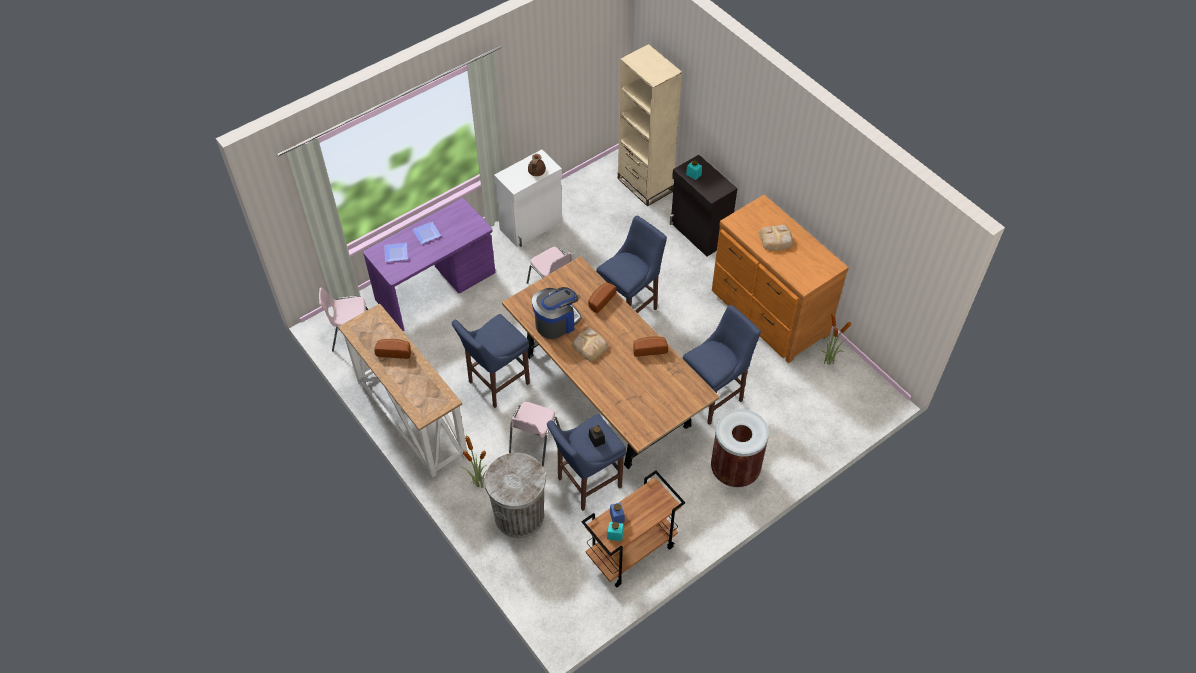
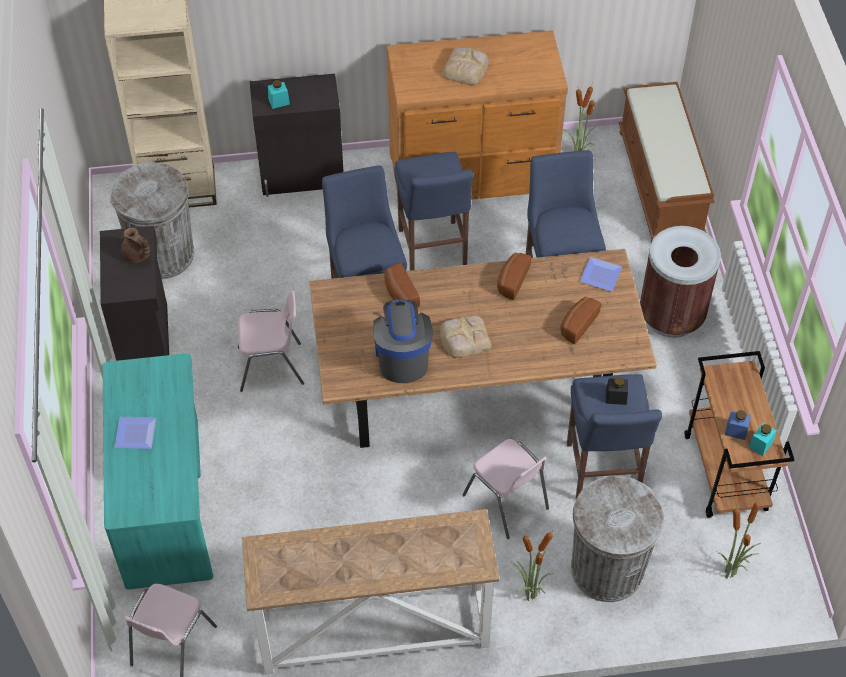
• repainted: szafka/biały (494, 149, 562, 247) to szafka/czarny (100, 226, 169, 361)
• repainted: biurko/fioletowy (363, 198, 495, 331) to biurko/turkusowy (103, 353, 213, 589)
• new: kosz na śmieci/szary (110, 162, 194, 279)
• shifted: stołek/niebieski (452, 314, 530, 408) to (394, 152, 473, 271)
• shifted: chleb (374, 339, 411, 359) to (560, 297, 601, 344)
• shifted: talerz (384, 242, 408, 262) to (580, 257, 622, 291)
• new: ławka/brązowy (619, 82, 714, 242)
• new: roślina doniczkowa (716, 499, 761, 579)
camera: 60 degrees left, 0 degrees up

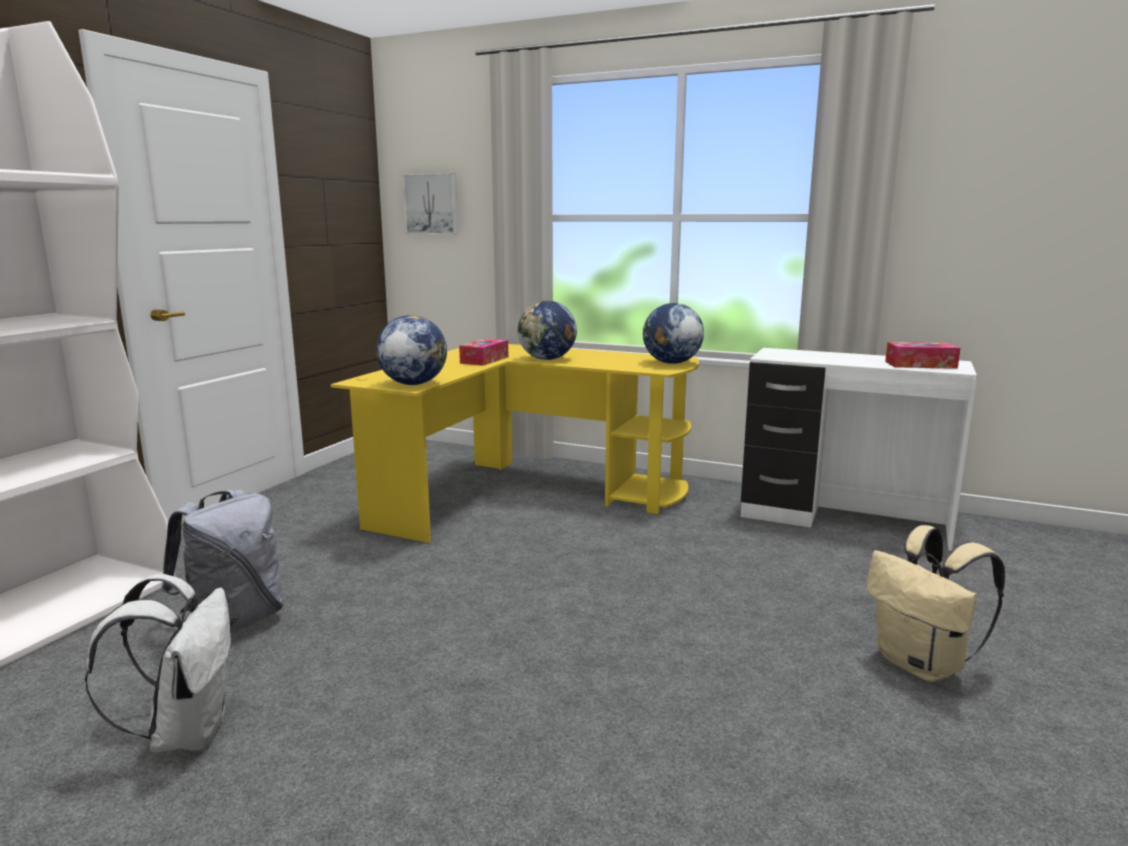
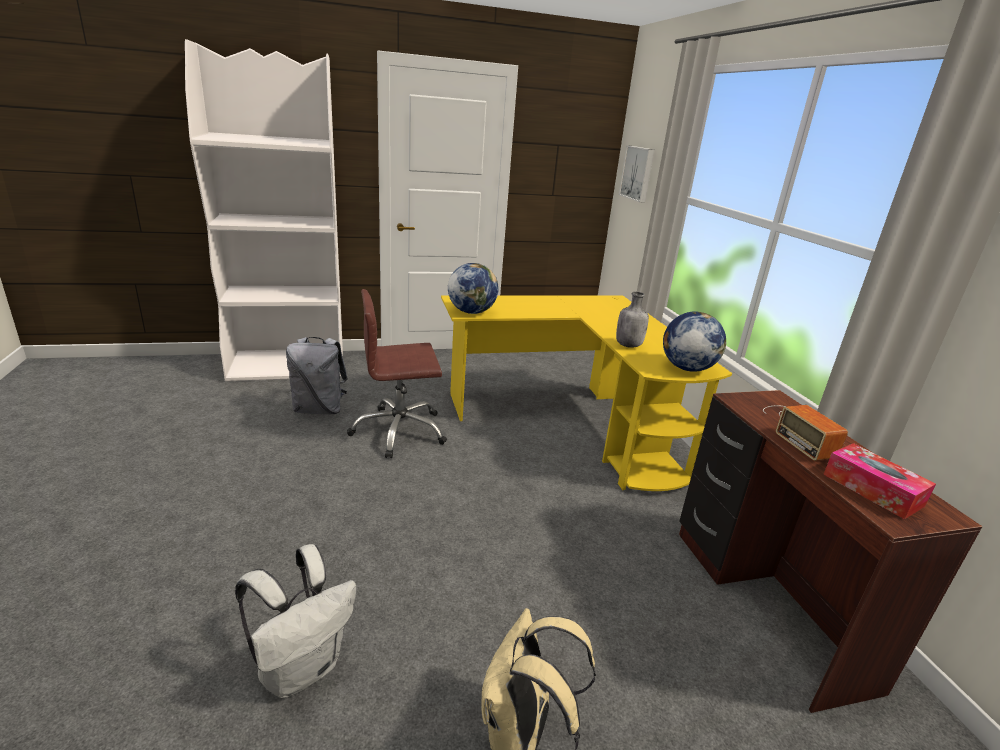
• shifted: plecak/biały (85, 574, 231, 752) to (235, 544, 356, 698)
• new: krzesło biurowe/brązowy (347, 289, 447, 458)
• new: butelka/szary (616, 292, 649, 348)
• repainted: biurko/biały (741, 348, 977, 551) to biurko/brązowy (679, 390, 983, 713)
• new: radio (763, 405, 848, 461)
• gone: pudełko chusteczek (459, 339, 508, 366)
• gone: globus (518, 301, 577, 360)
camera: 50 degrees right, 10 degrees up

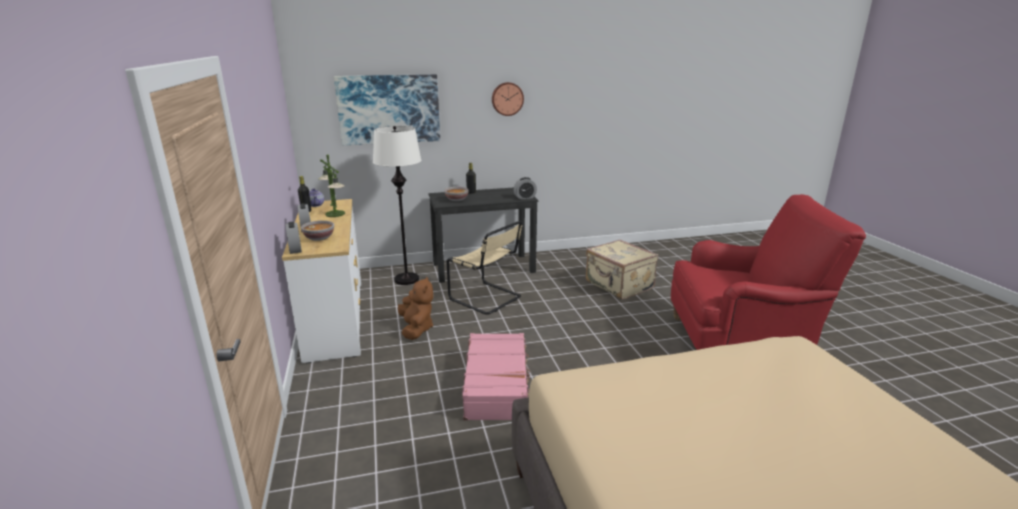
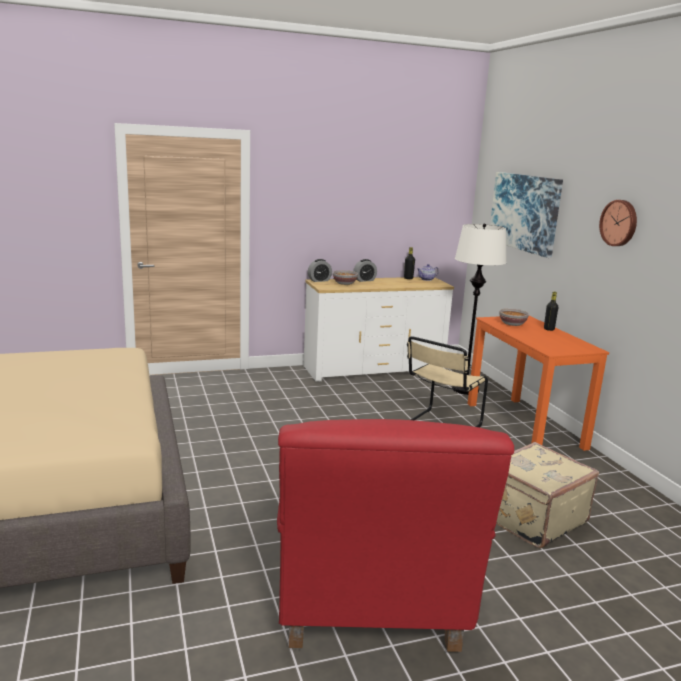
• repainted: biurko/czarny (428, 188, 538, 283) to biurko/pomarańczowy (467, 316, 609, 451)
• gone: lampa stołowa (318, 154, 345, 217)
• gone: pluszak/brązowy (398, 276, 433, 340)
• gone: walizka/różowy (462, 333, 530, 420)
• gone: budzik (514, 177, 537, 199)
camera: 85 degrees right, 5 degrees down

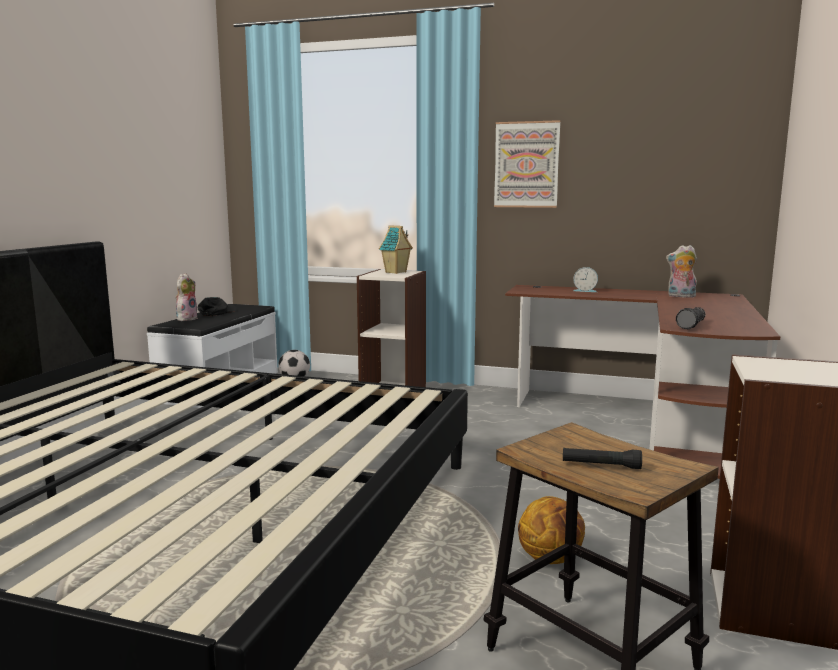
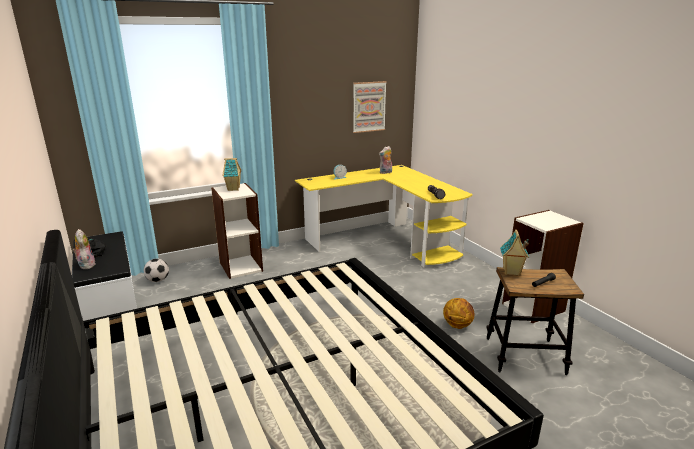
• repainted: biurko/brązowy (505, 285, 780, 479) to biurko/żółty (295, 165, 472, 268)
• shifted: obraz (494, 120, 560, 208) to (353, 81, 387, 133)
• new: domek (500, 229, 529, 276)
camera: 45 degrees left, 10 degrees up

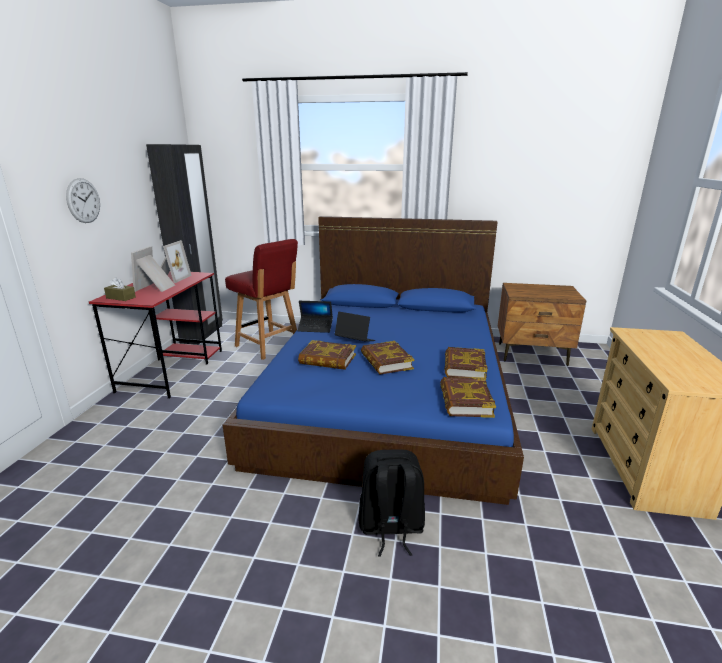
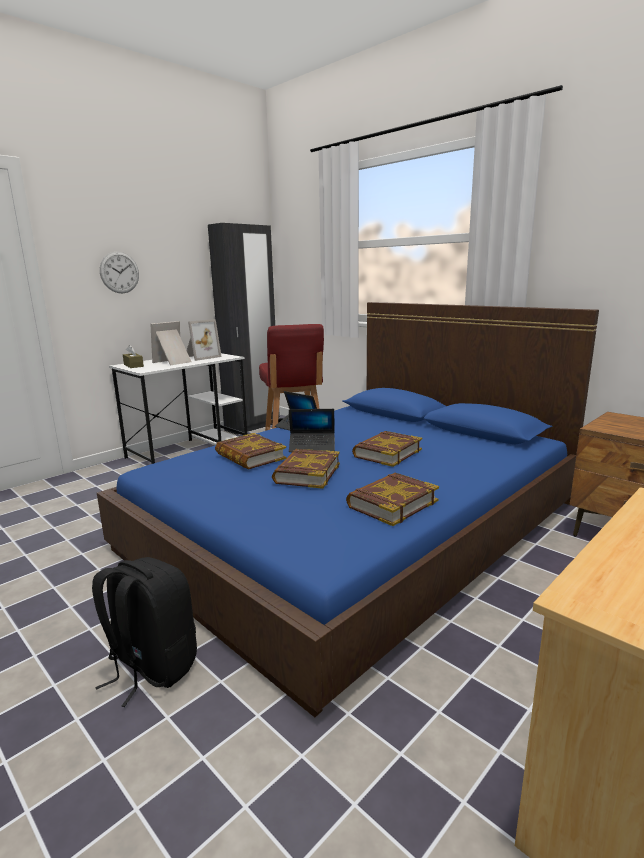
• repainted: biurko/czerwony (89, 272, 222, 399) to biurko/biały (109, 353, 247, 464)
• rotated: laptop (335, 312, 375, 342) = (289, 409, 335, 452) 120 degrees clockwise
• shifted: książka (440, 377, 496, 418) to (352, 431, 422, 467)
camera: 35 degrees right, 5 degrees down

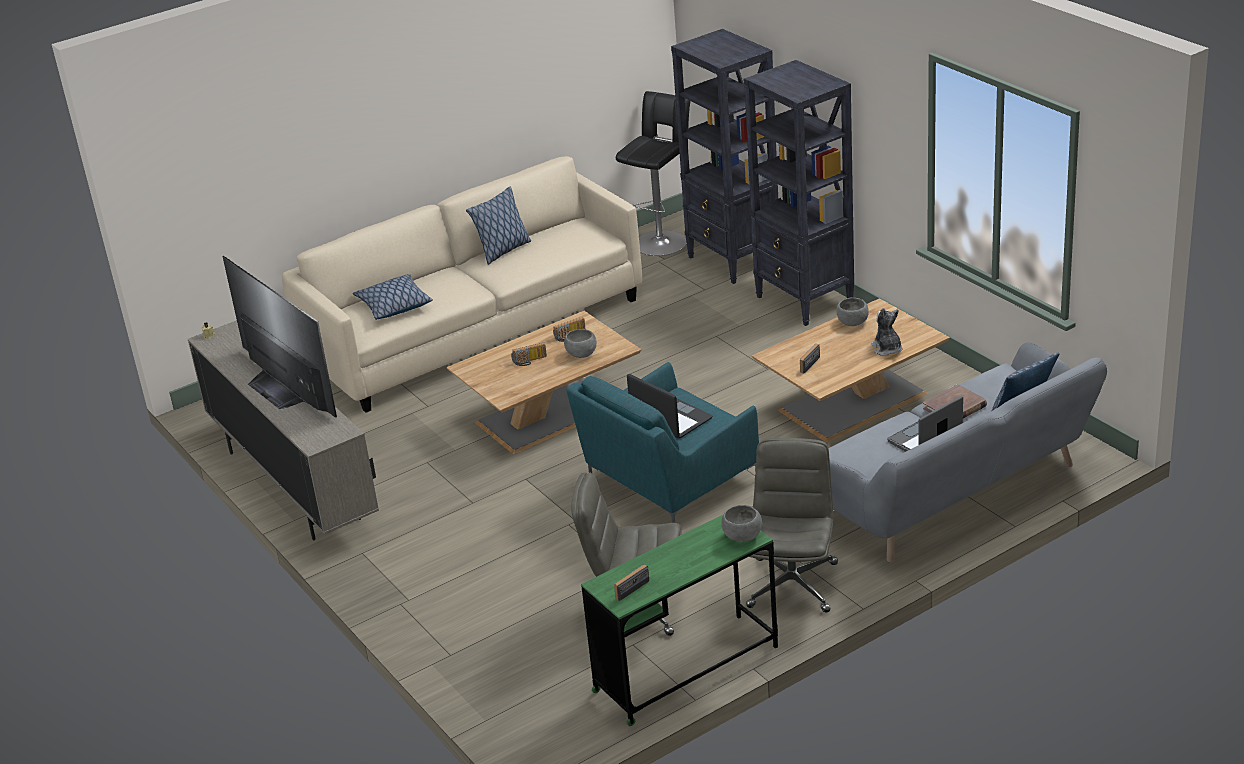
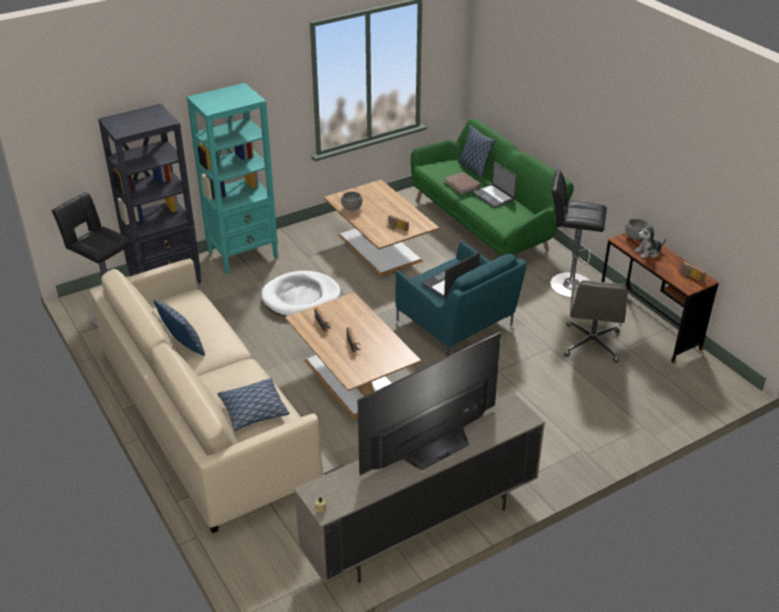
• repainted: regał/czarny (744, 60, 854, 326) to regał/turkusowy (187, 83, 278, 274)
• new: legowisko/biały (261, 271, 341, 316)
• repainted: kanapa/szary (828, 342, 1107, 563) to kanapa/zielony (411, 118, 574, 256)
• swapped: krzesło biurowe/szary (746, 438, 838, 613) to stołek/czarny (550, 170, 607, 297)
• repainted: biurko/zielony (581, 515, 778, 726) to biurko/brązowy (602, 233, 719, 363)
• shifted: pluszak (871, 308, 903, 356) to (635, 223, 666, 258)
• gone: miska/szary (564, 329, 597, 358)
camera: 90 degrees left, 5 degrees up

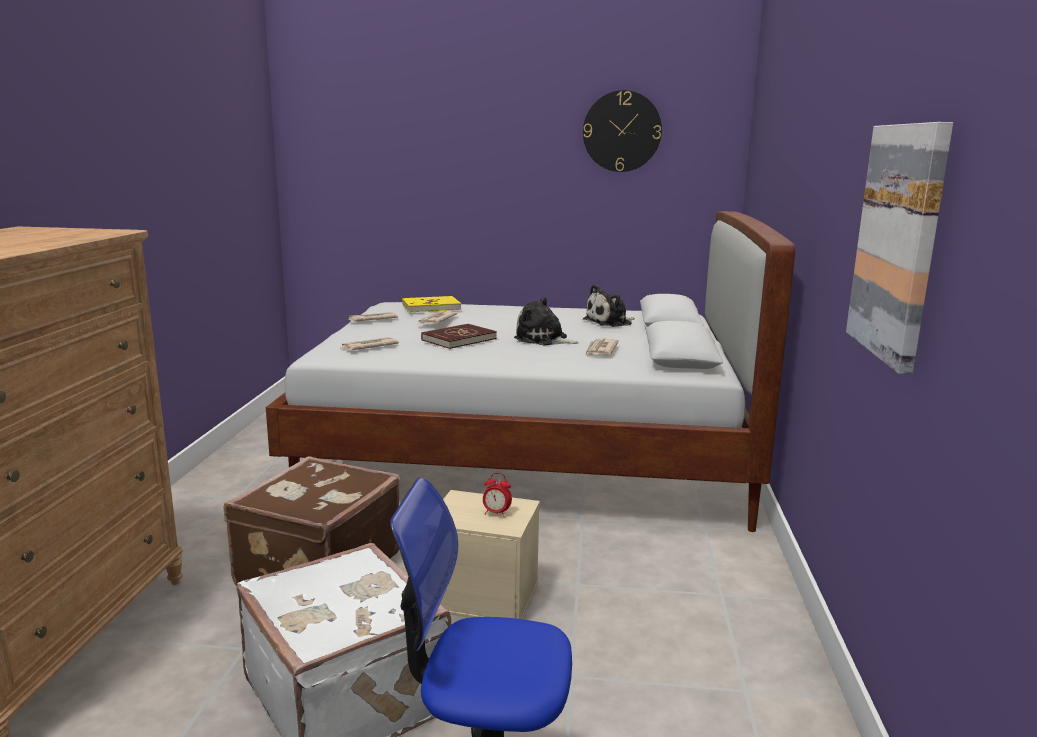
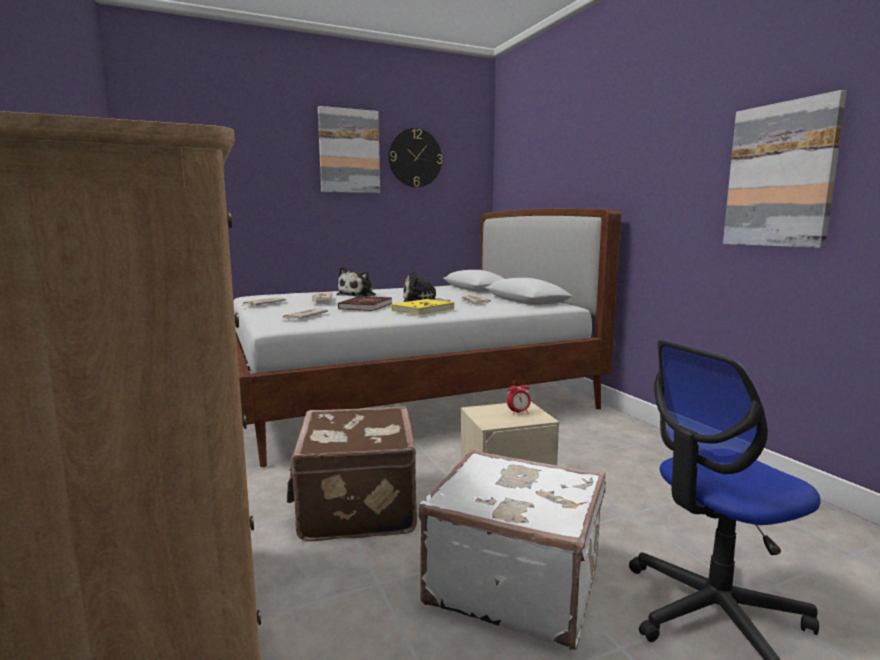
• new: obraz (318, 106, 380, 193)
• shifted: pluszak (583, 285, 635, 327) to (336, 267, 376, 297)
• shifted: książka/żółty (402, 296, 461, 312) to (391, 299, 455, 315)
camera: 30 degrees left, 5 degrees down

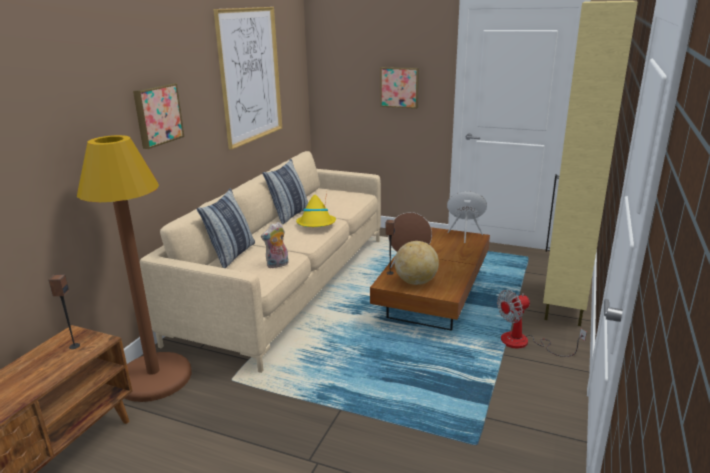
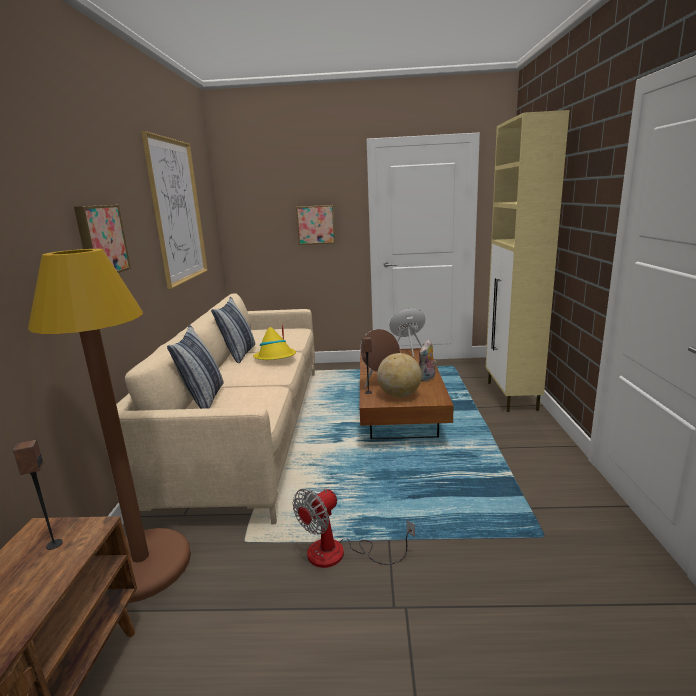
• shifted: wentylator (497, 290, 587, 357) to (293, 488, 415, 568)
• shifted: pluszak (261, 222, 288, 269) to (419, 339, 437, 382)
camera: 20 degrees left, 5 degrees down

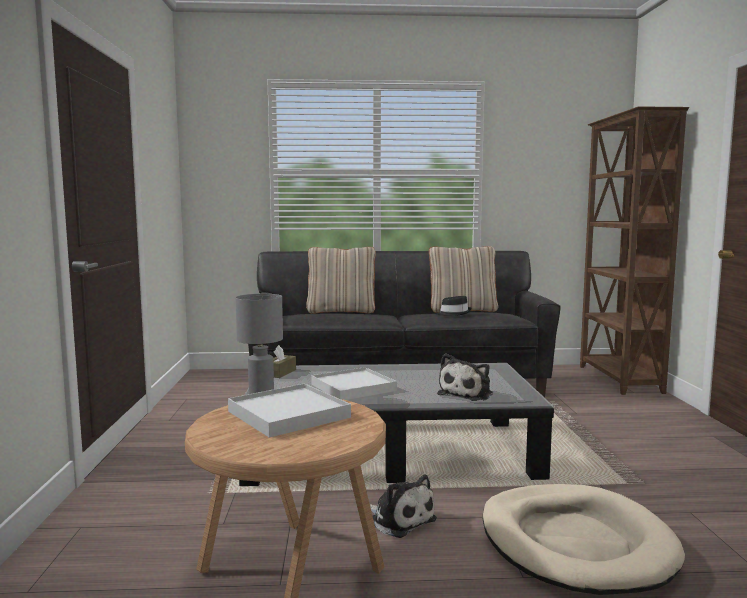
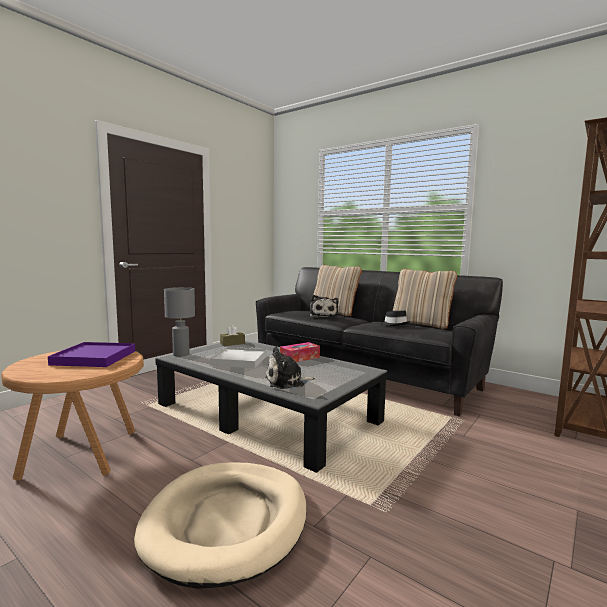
• repainted: taca/biały (228, 383, 351, 438) to taca/fioletowy (48, 342, 135, 367)
• new: pudełko chusteczek (280, 342, 320, 362)
• shifted: pluszak (370, 475, 437, 538) to (310, 295, 338, 317)
camera: 40 degrees right, 0 degrees up

